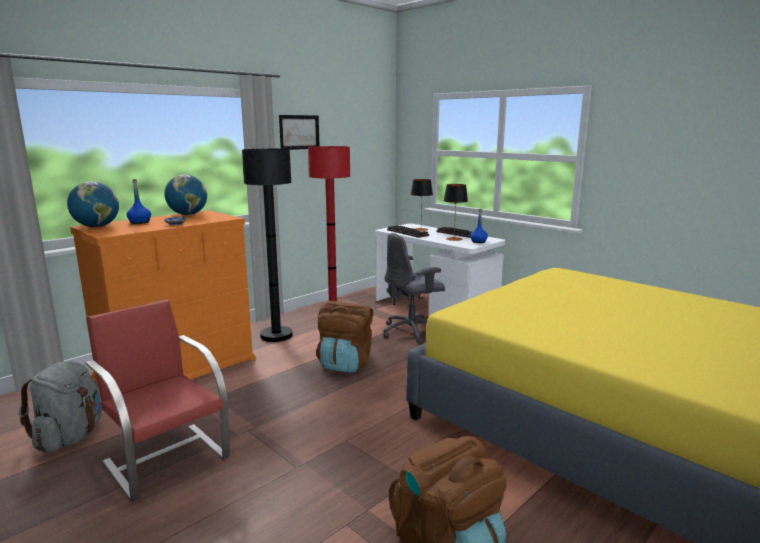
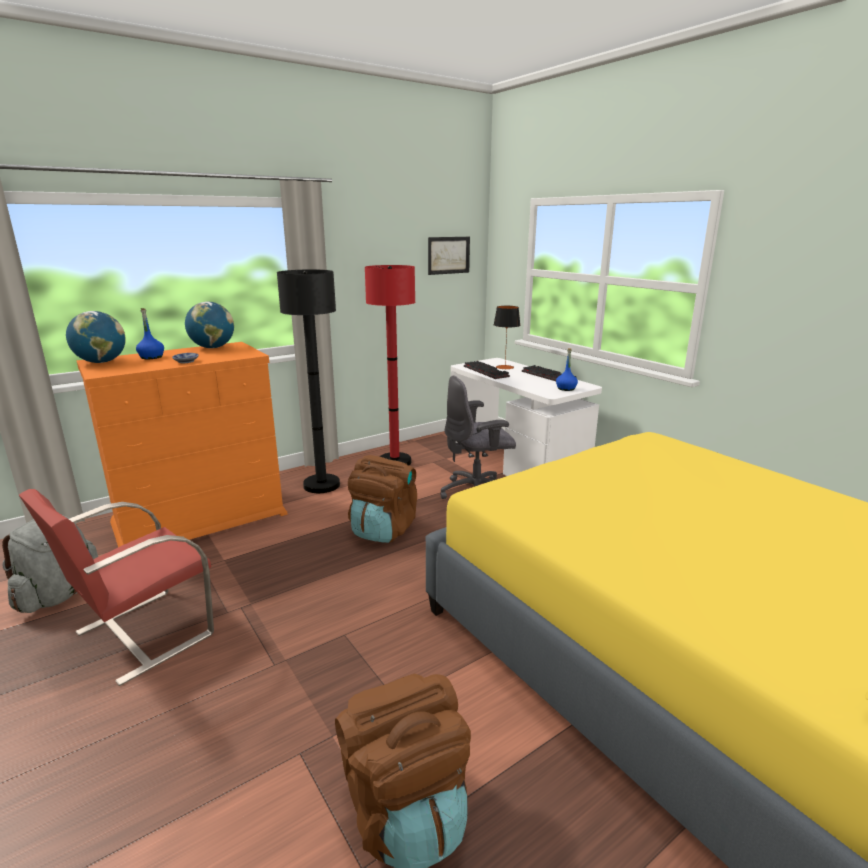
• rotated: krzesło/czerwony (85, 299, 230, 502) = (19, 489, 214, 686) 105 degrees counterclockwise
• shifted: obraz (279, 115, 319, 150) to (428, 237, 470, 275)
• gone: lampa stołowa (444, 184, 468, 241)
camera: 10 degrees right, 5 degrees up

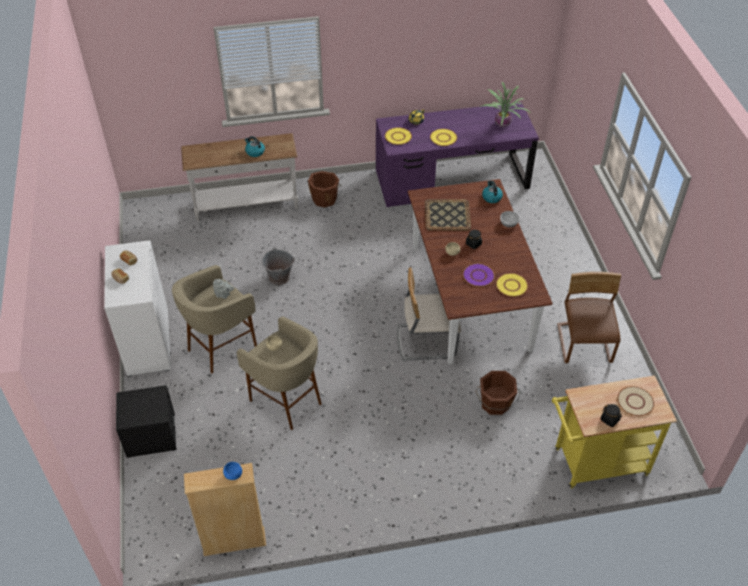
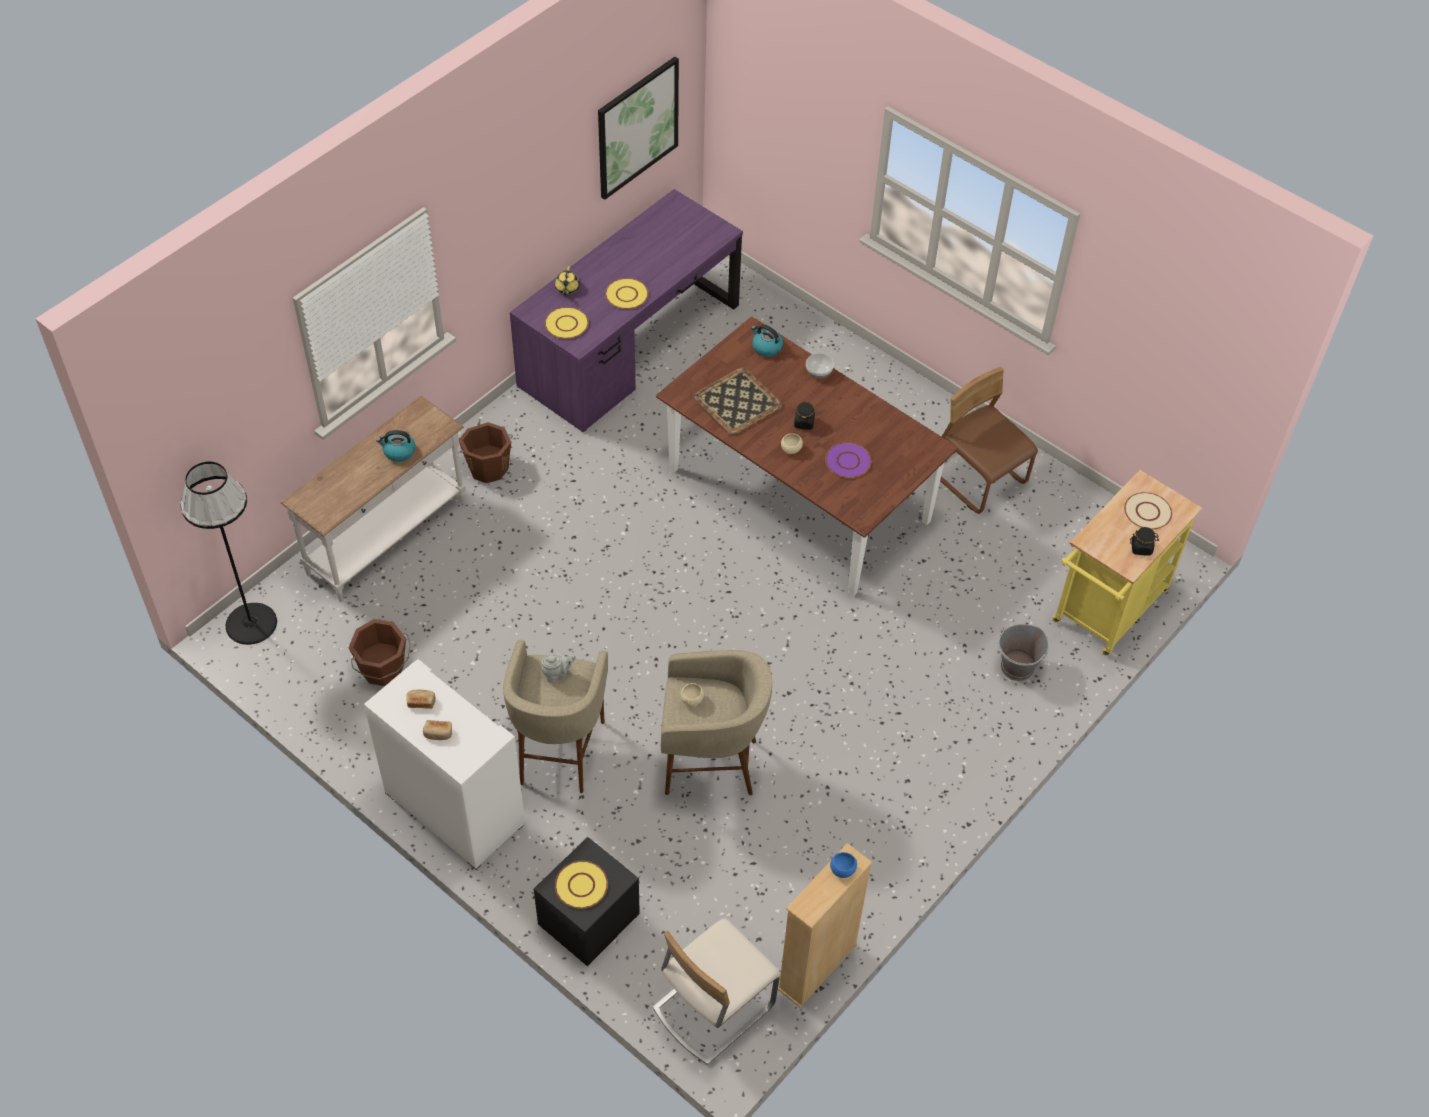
• new: lampa stojąca/czarny (180, 462, 277, 645)
• shifted: wiadro/brązowy (476, 371, 520, 415) to (348, 619, 411, 686)
• shifted: talerz/żółty (496, 273, 528, 297) to (555, 861, 608, 909)
• new: obraz (598, 57, 679, 200)
• shifted: krzesło/beżowy (397, 268, 461, 361) to (653, 919, 781, 1065)
• shifted: wiadro/szary (261, 247, 295, 285) to (998, 624, 1049, 681)
• gone: roślina doniczkowa (480, 82, 531, 127)
camera: 40 degrees left, 5 degrees up

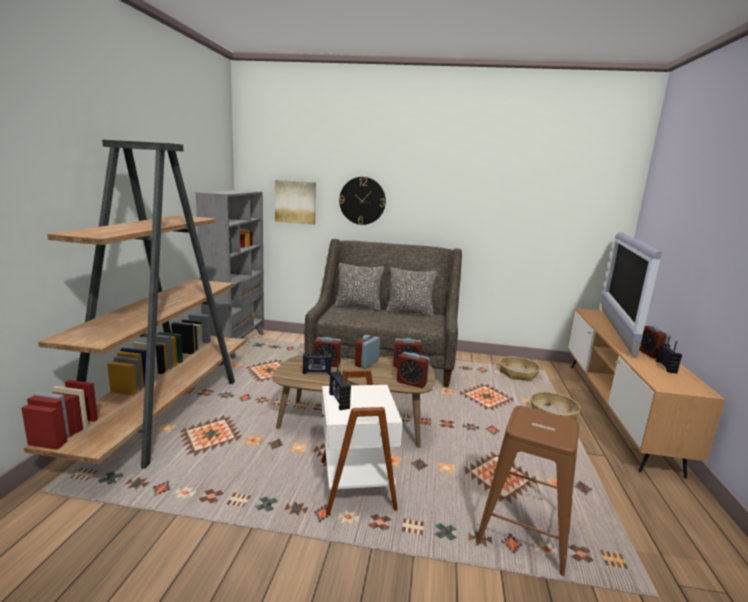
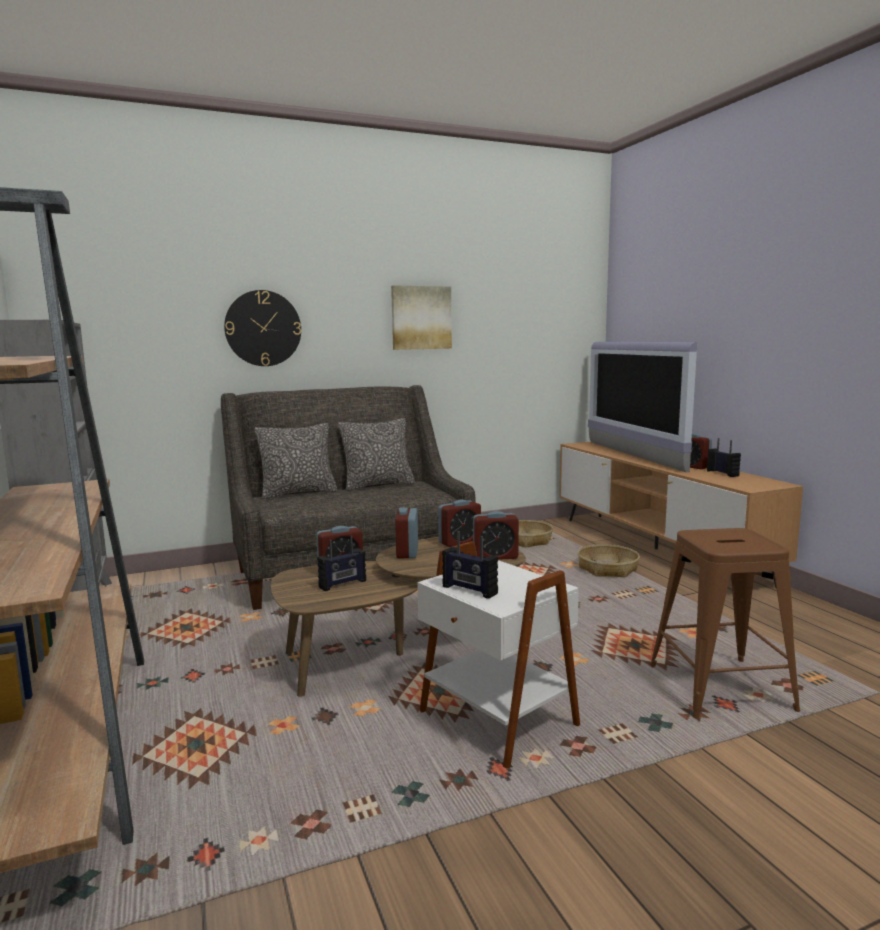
• shifted: obraz (275, 180, 316, 225) to (391, 285, 452, 350)
camera: 30 degrees left, 5 degrees down

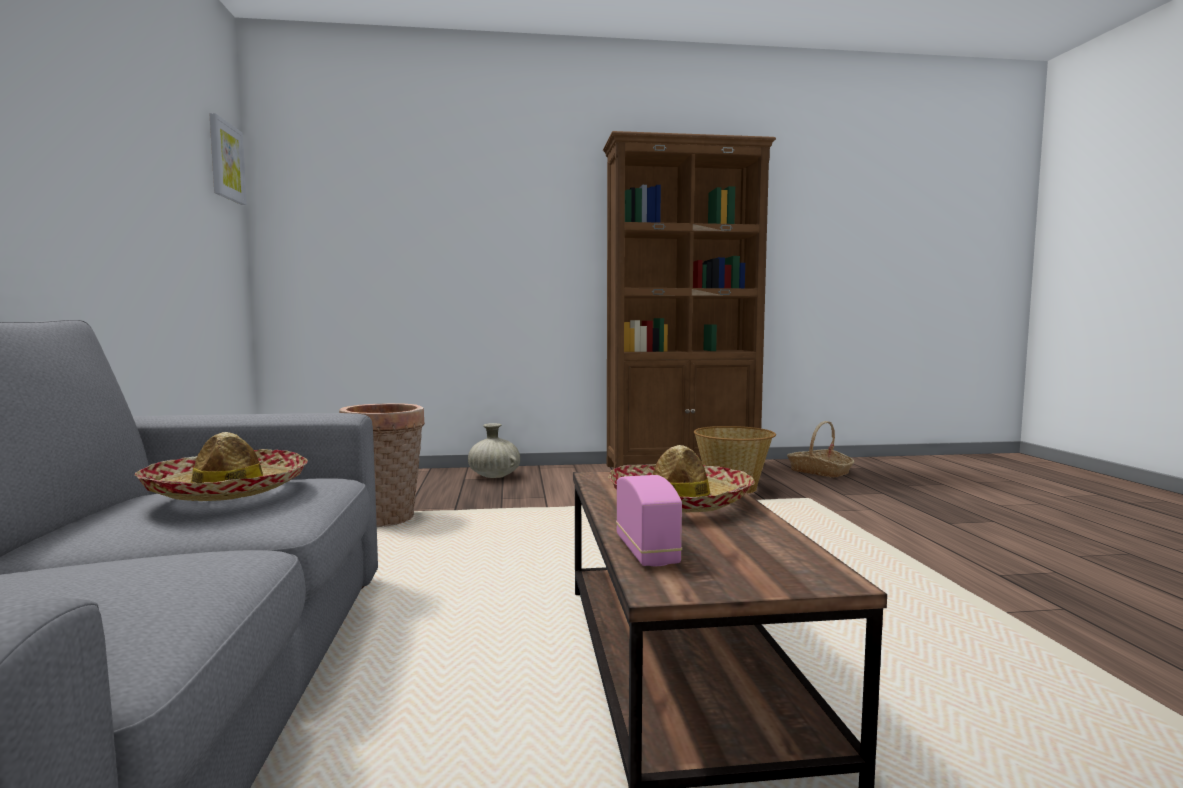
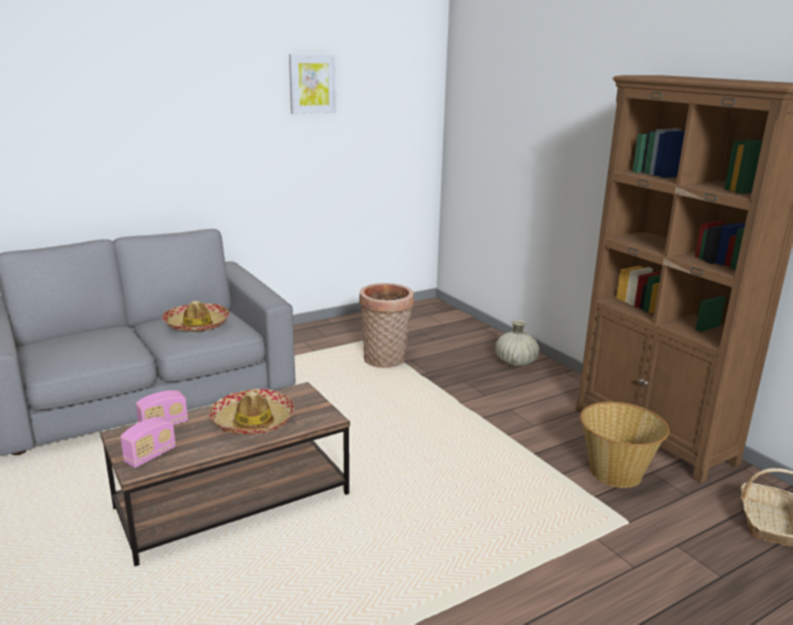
• new: radio (120, 416, 176, 468)
• shifted: obraz (209, 113, 247, 205) to (289, 54, 336, 114)
camera: 65 degrees right, 15 degrees up

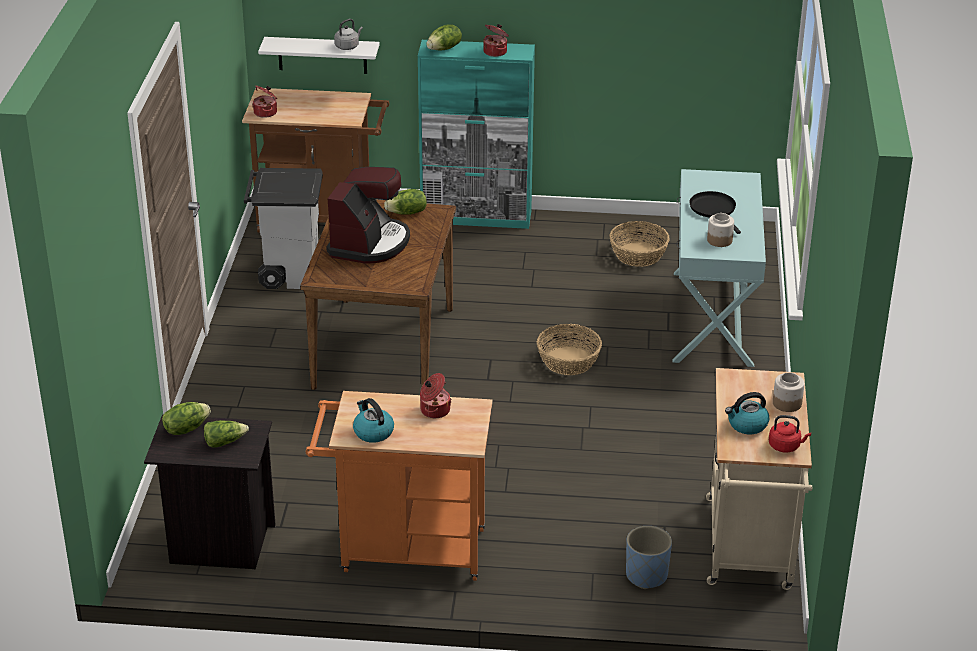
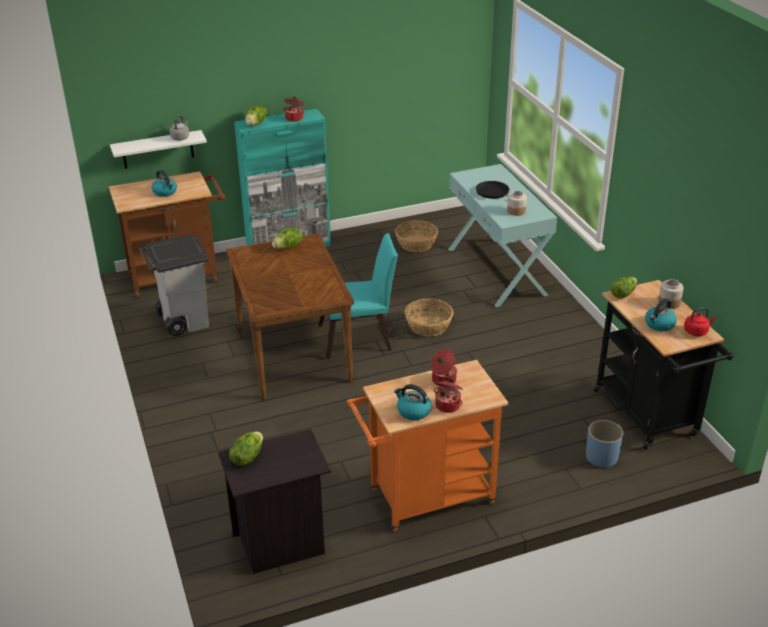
• new: czajnik (152, 170, 177, 197)
• new: krzesło/turkusowy (318, 233, 398, 359)
• shifted: garnek (252, 86, 277, 118) to (434, 378, 463, 413)
• repainted: wózek/beżowy (706, 368, 812, 590) to wózek/czarny (594, 280, 733, 450)
• shifted: sałata (204, 420, 249, 448) to (610, 277, 637, 298)
• gone: ekspres do kawy (326, 167, 410, 264)
camera: 25 degrees left, 0 degrees up

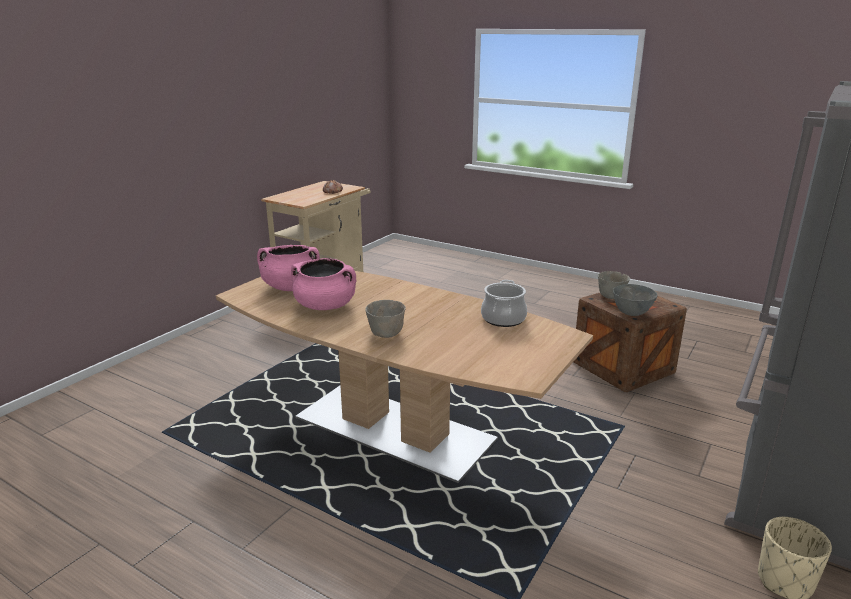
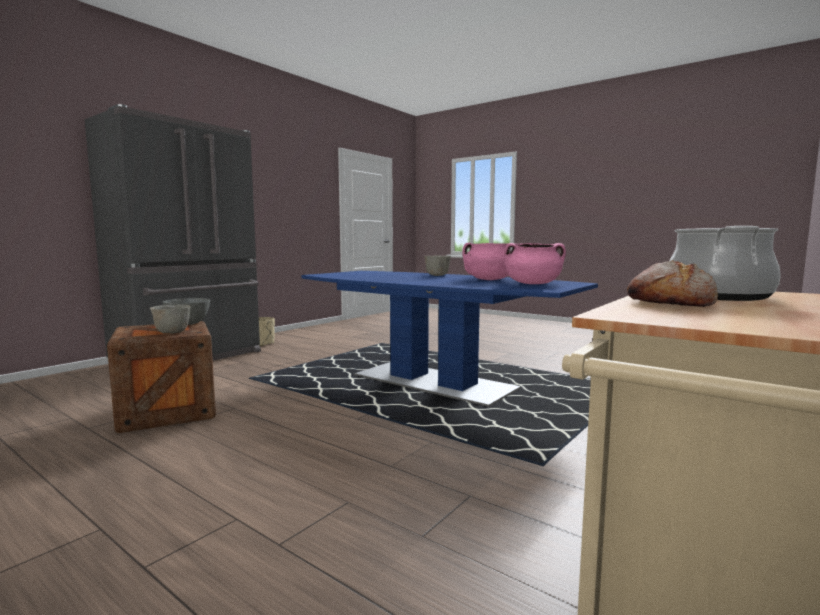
• repainted: stół jadalny/brązowy (216, 271, 593, 483) to stół jadalny/niebieski (301, 271, 598, 407)
• shifted: garnek (481, 280, 527, 327) to (669, 226, 781, 301)
camera: 175 degrees left, 15 degrees down

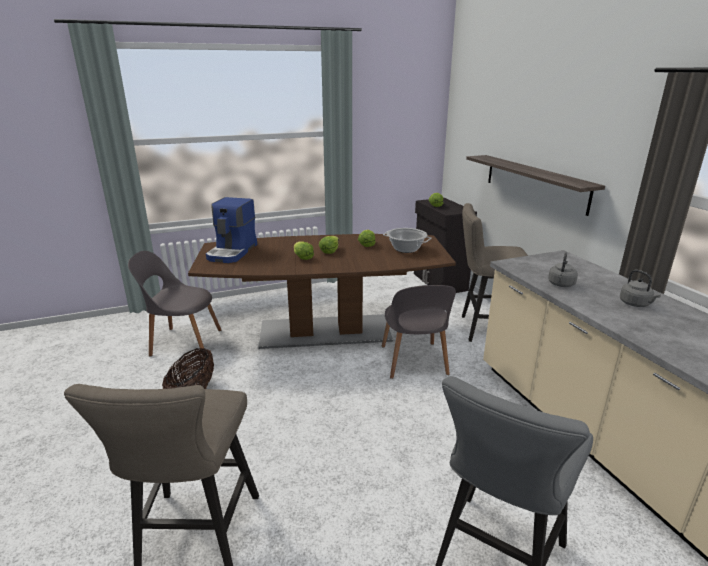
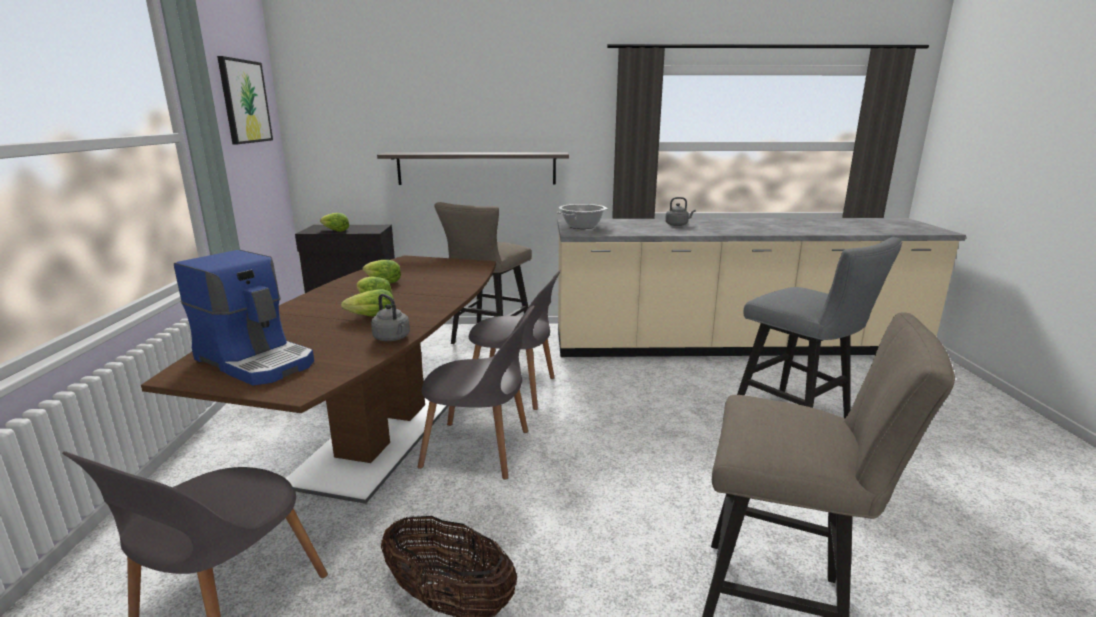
• new: obraz (217, 56, 273, 144)
• shifted: czajnik/szary (548, 252, 578, 287) to (371, 294, 410, 341)
• new: krzesło/szary (418, 305, 535, 480)
• shifted: garnek (383, 228, 431, 253) to (556, 204, 608, 229)
camera: 70 degrees left, 5 degrees down

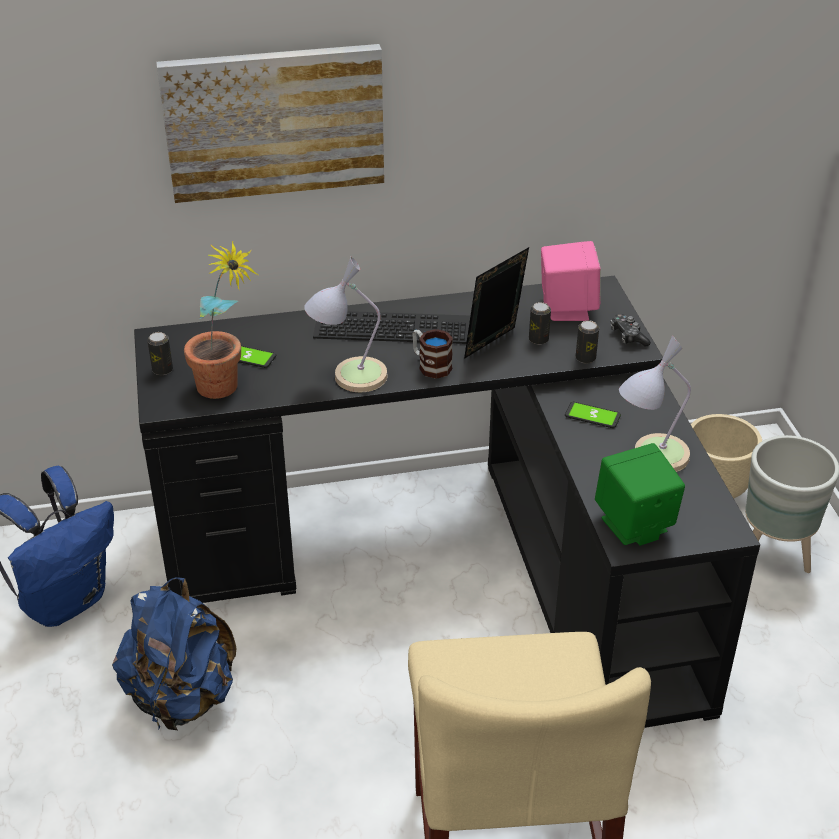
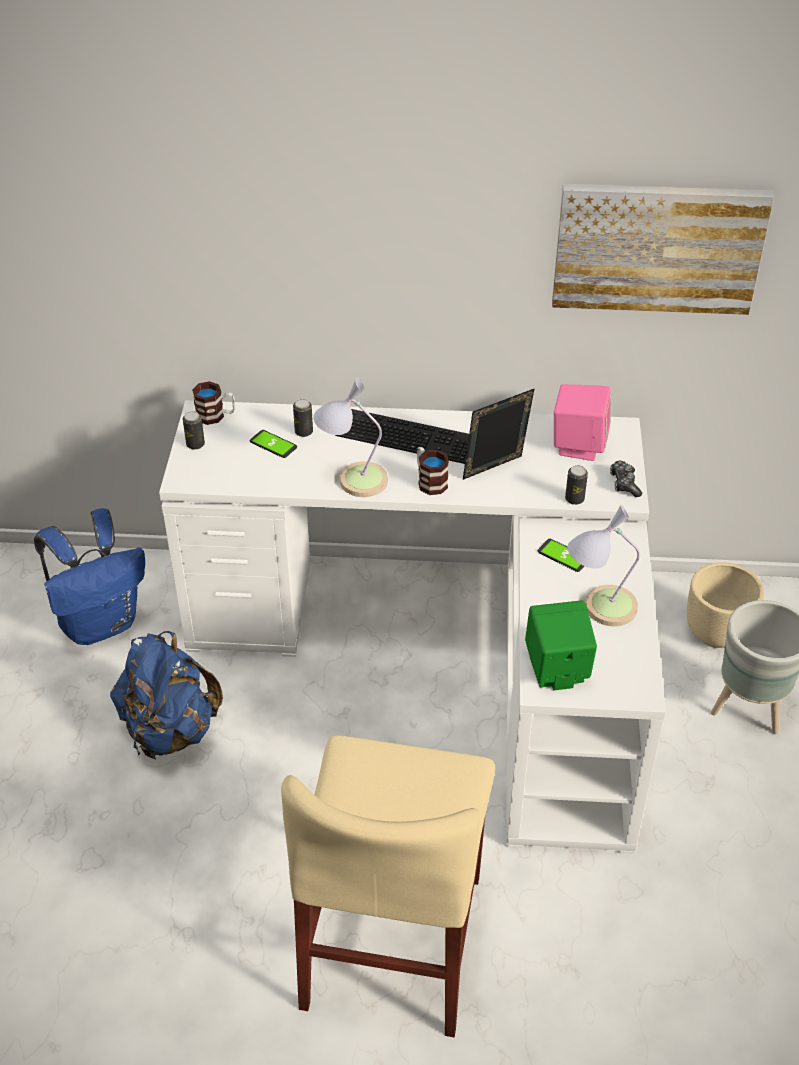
• repainted: biurko/czarny (134, 276, 760, 728) to biurko/biały (159, 400, 666, 854)
• new: kubek (192, 381, 235, 425)
• shifted: puszka (529, 302, 551, 345) to (293, 399, 313, 437)
• shifted: obraz (156, 44, 384, 203) to (552, 184, 774, 315)
• gone: roślina doniczkowa (184, 241, 258, 399)
camera: 15 degrees right, 5 degrees up

